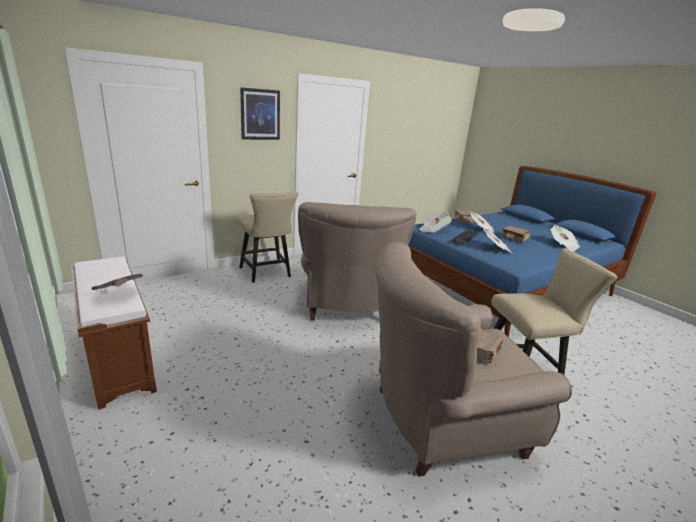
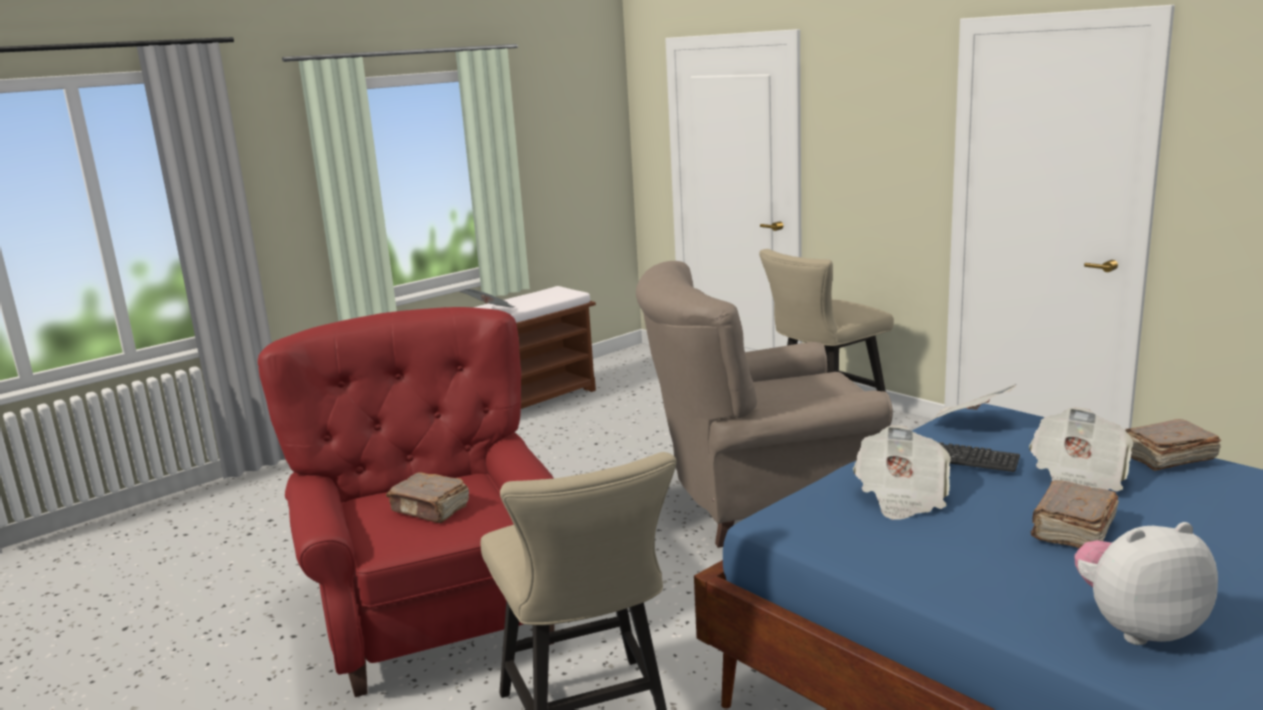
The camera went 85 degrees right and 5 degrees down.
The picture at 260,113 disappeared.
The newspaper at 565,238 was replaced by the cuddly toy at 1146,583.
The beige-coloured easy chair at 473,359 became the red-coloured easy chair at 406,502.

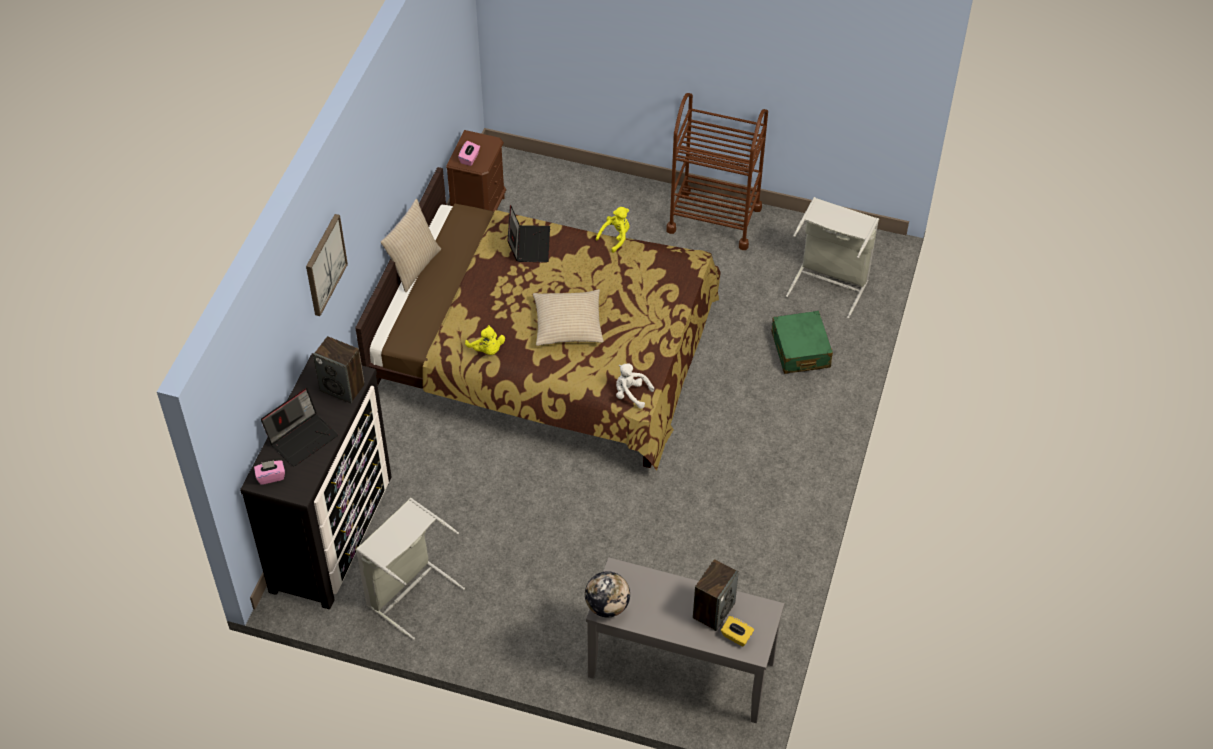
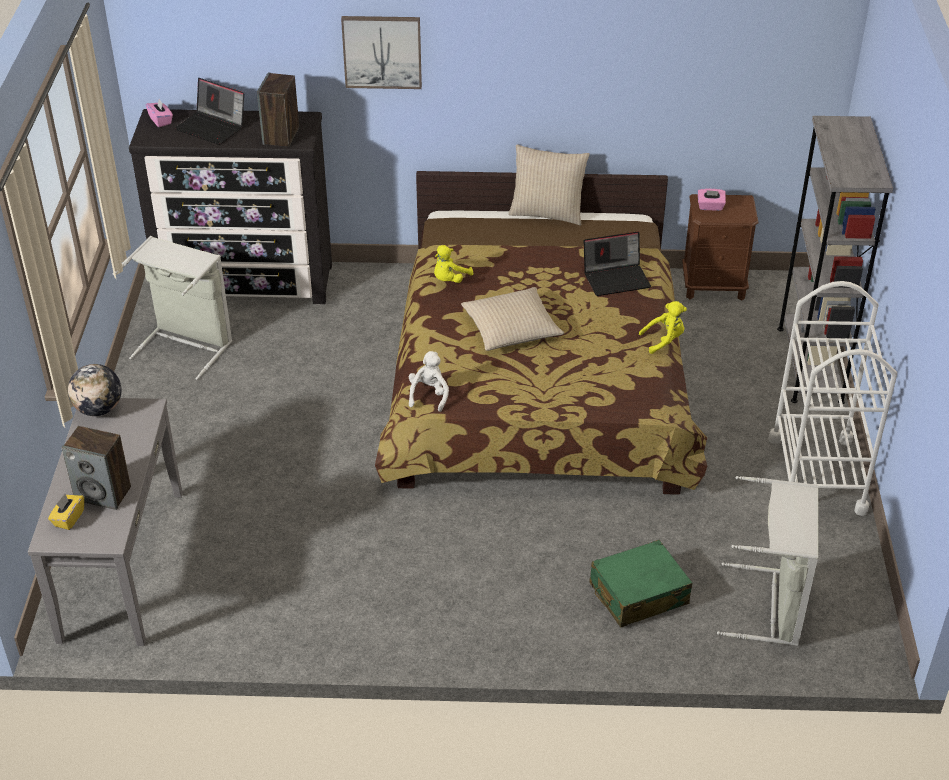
The camera went 75 degrees right and 10 degrees down.
The greyish bookcase at 835,260 appeared.
The brown cart at 717,171 became the whitish cart at 832,398.
The yellow-coloured cuddly toy at 613,230 turned 45 degrees counterclockwise.

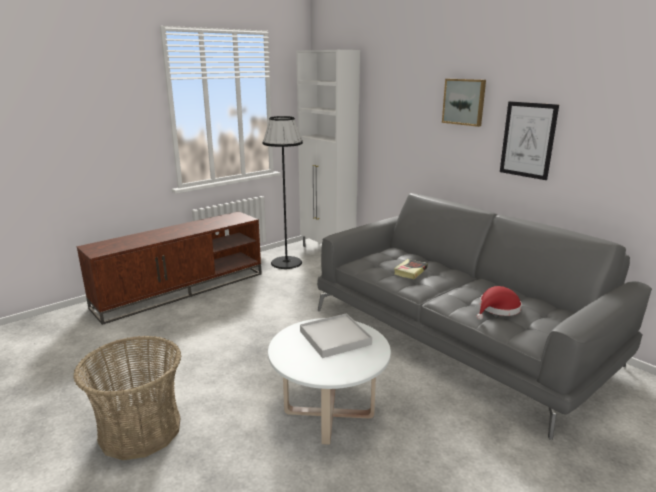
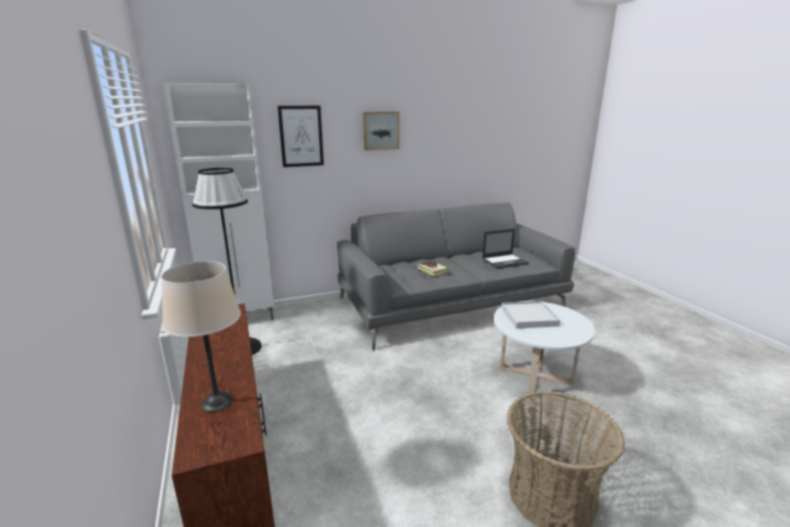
The camera went 70 degrees left and 0 degrees up.
The beige-coloured lamp for a table at 201,336 appeared.
The picture moved from 529,140 to 301,136.
The red-coloured hat at 499,303 was replaced by the notebook computer at 505,249.

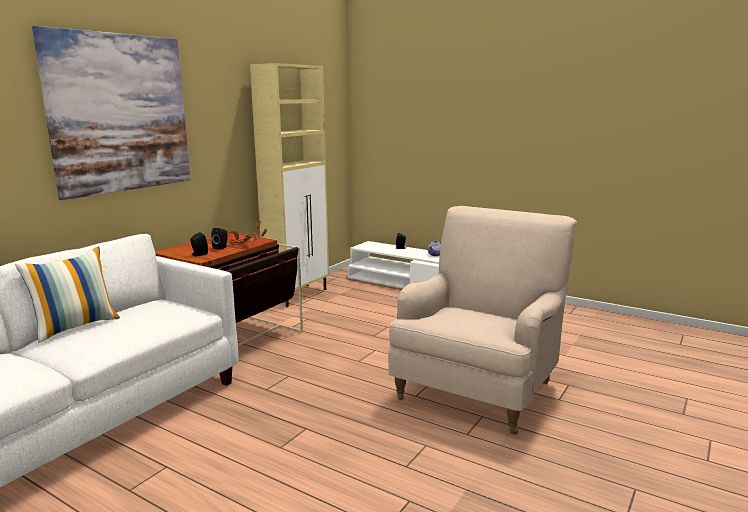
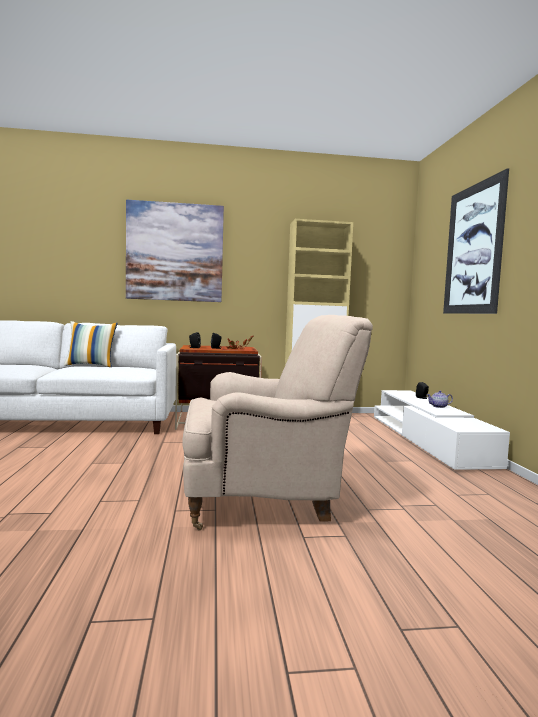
The camera went 50 degrees right and 10 degrees down.
The picture at 476,241 appeared.

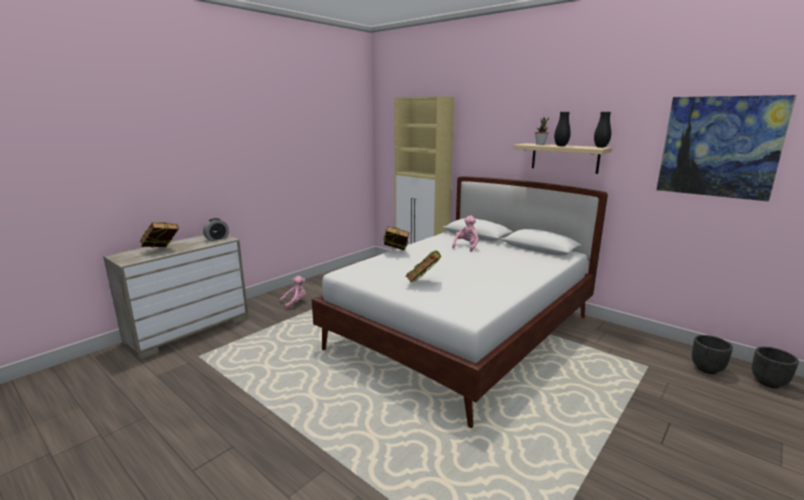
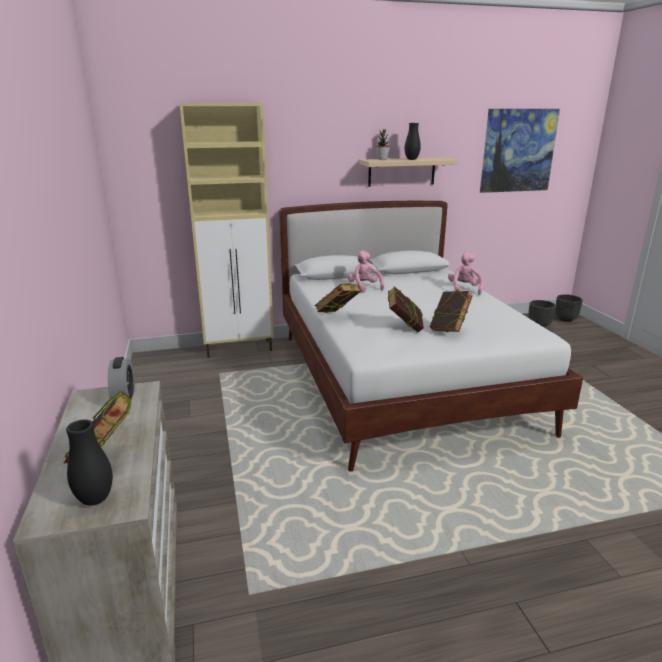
The camera went 55 degrees left and 5 degrees up.
The bound book at 406,309 appeared.
The pink cuddly toy moved from 293,292 to 466,273.
The blackish vase moved from 602,130 to 89,462.

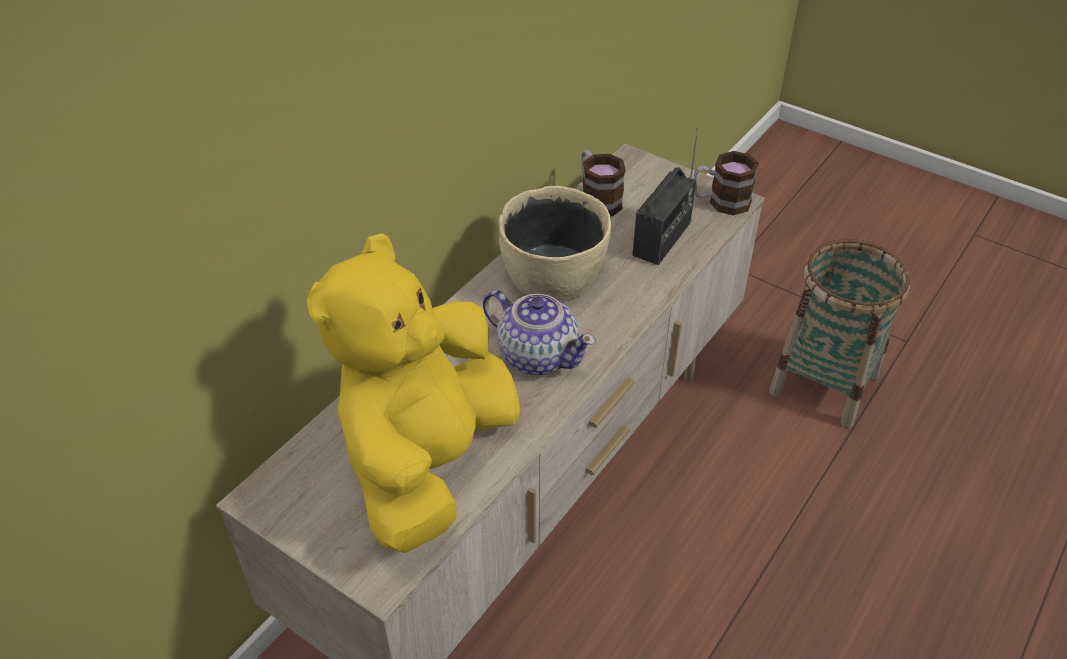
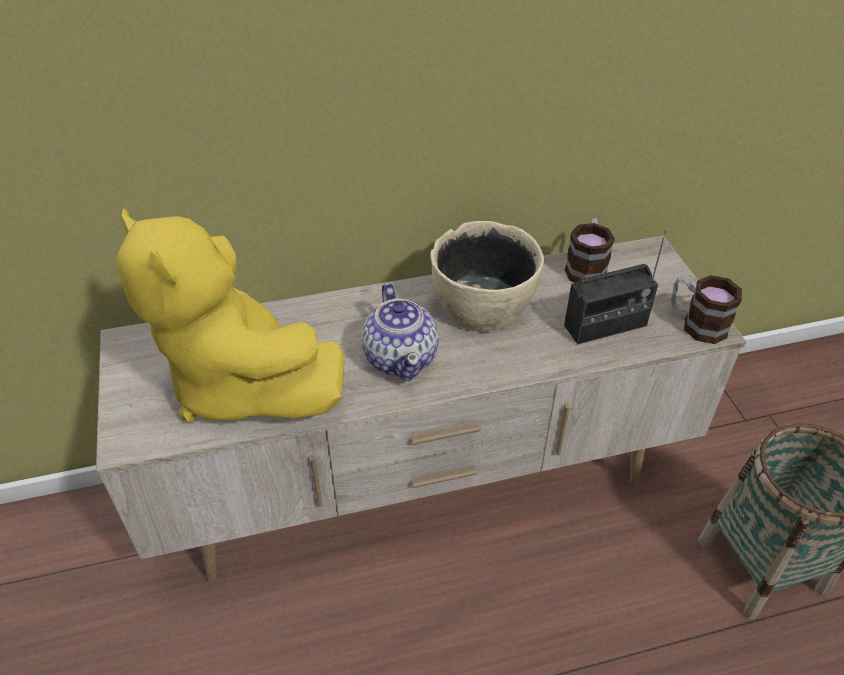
The camera went 40 degrees right and 0 degrees up.
The yellow-coloured cuddly toy at 414,393 turned 105 degrees counterclockwise.

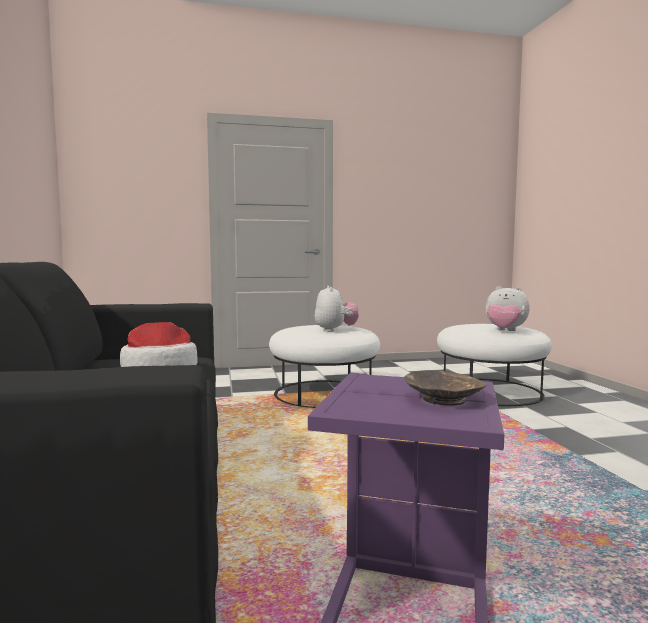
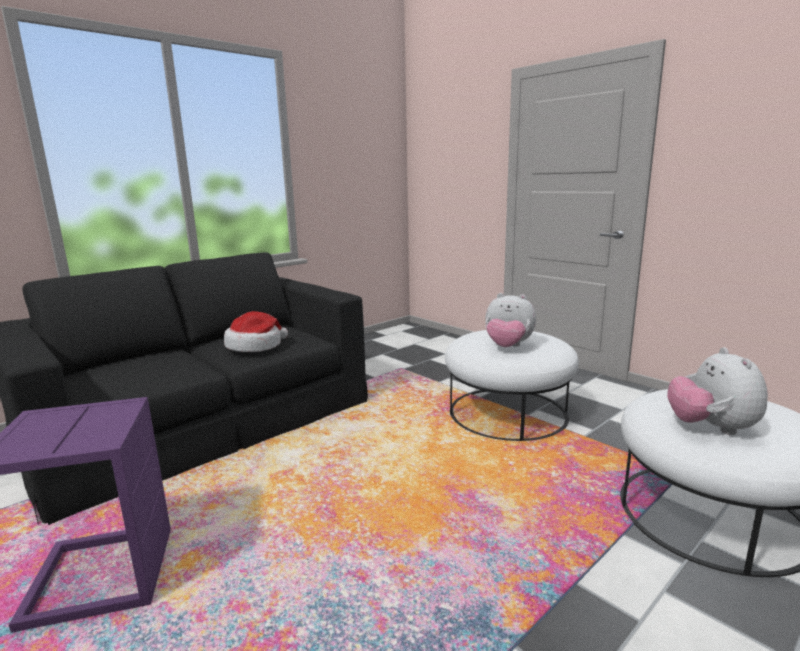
The camera went 60 degrees right and 10 degrees up.
The brown deep dish at 445,388 disappeared.
The cuddly toy at 337,309 turned 60 degrees clockwise.

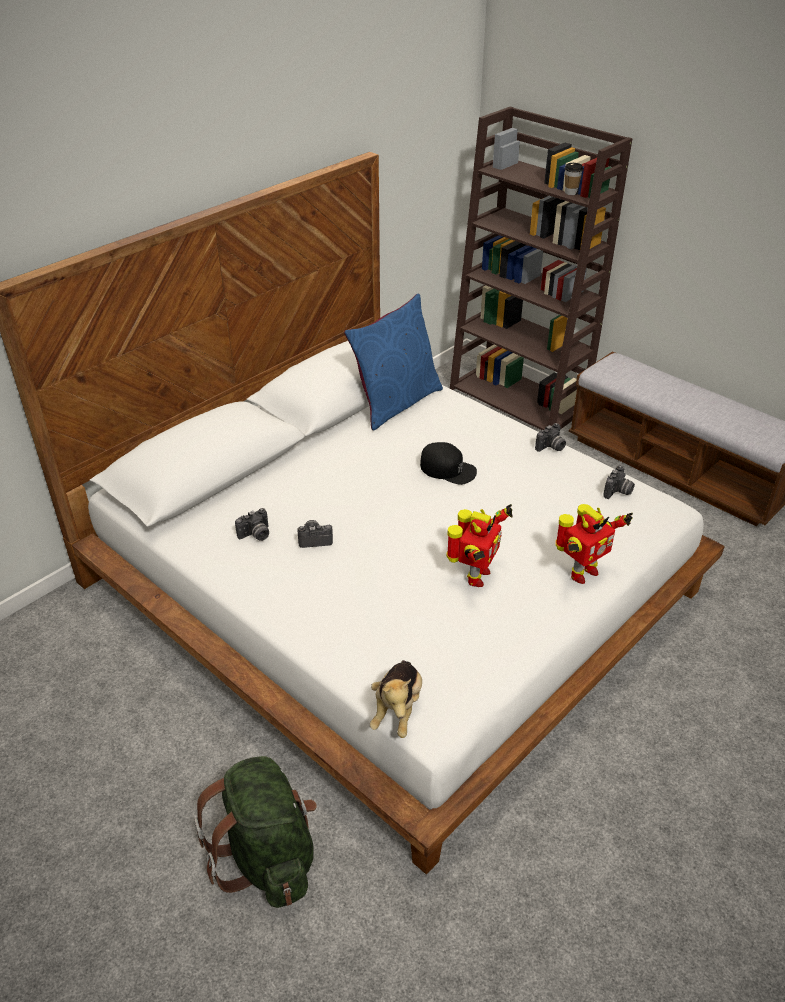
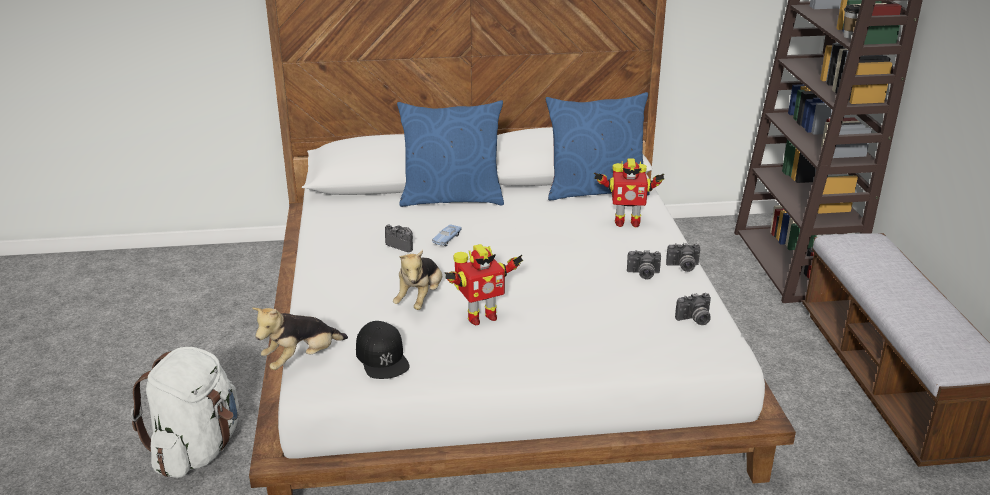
The camera went 40 degrees right and 10 degrees down.
The cuddly toy at 417,280 appeared.
The bluish cushion at 450,153 appeared.
The bluish miniature car at 447,235 appeared.
The still camera moved from 252,524 to 644,265.
The blackish cap moved from 448,463 to 383,350.
The robot figure moved from 594,544 to 629,192.
The green-coloured rucksack at 255,832 became the whitish rucksack at 185,412.

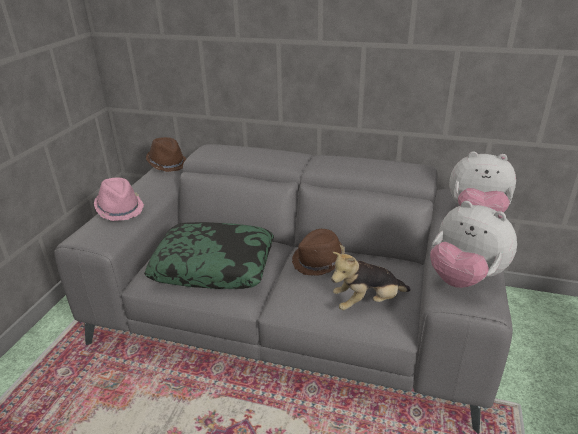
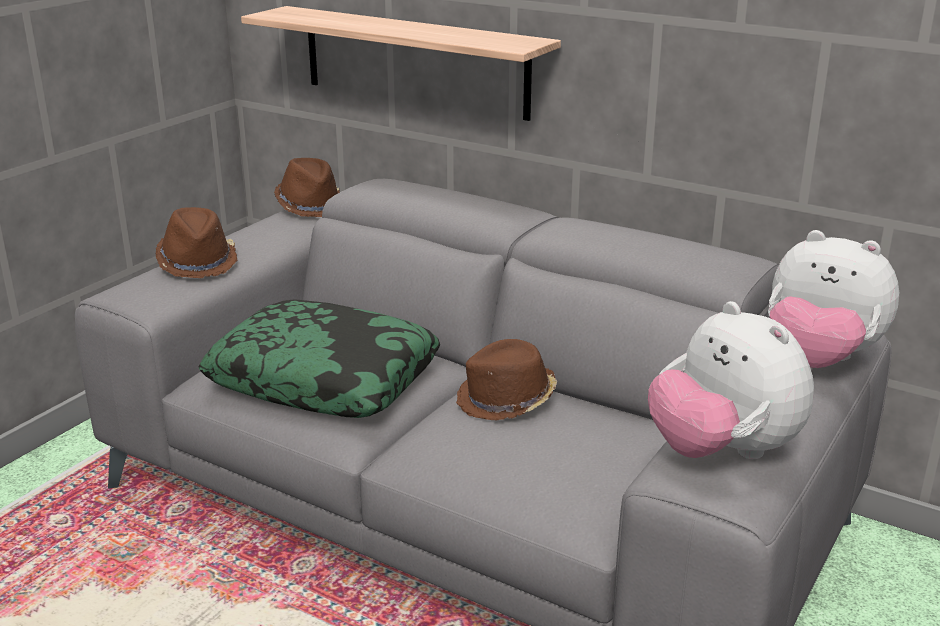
The camera went 15 degrees right and 5 degrees down.
The cuddly toy at 371,281 disappeared.
The shelf at 401,63 appeared.
The pink hat at 119,199 became the brown hat at 197,242.

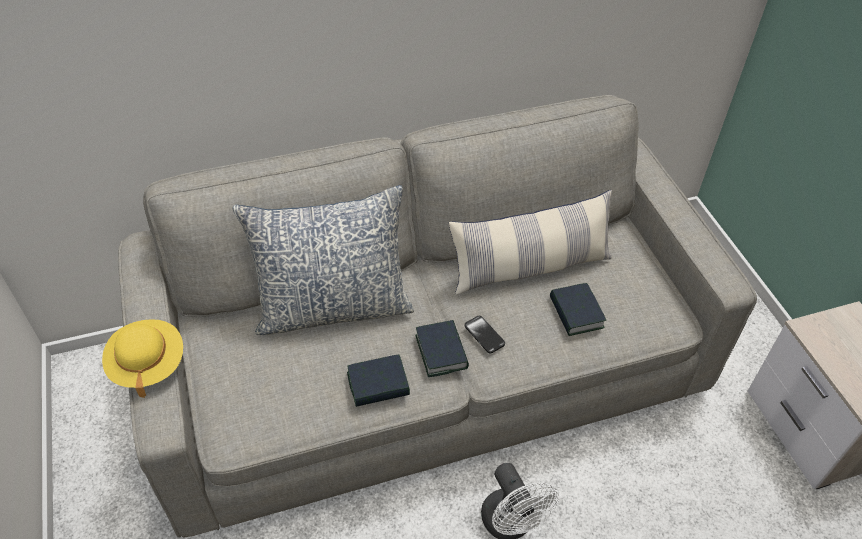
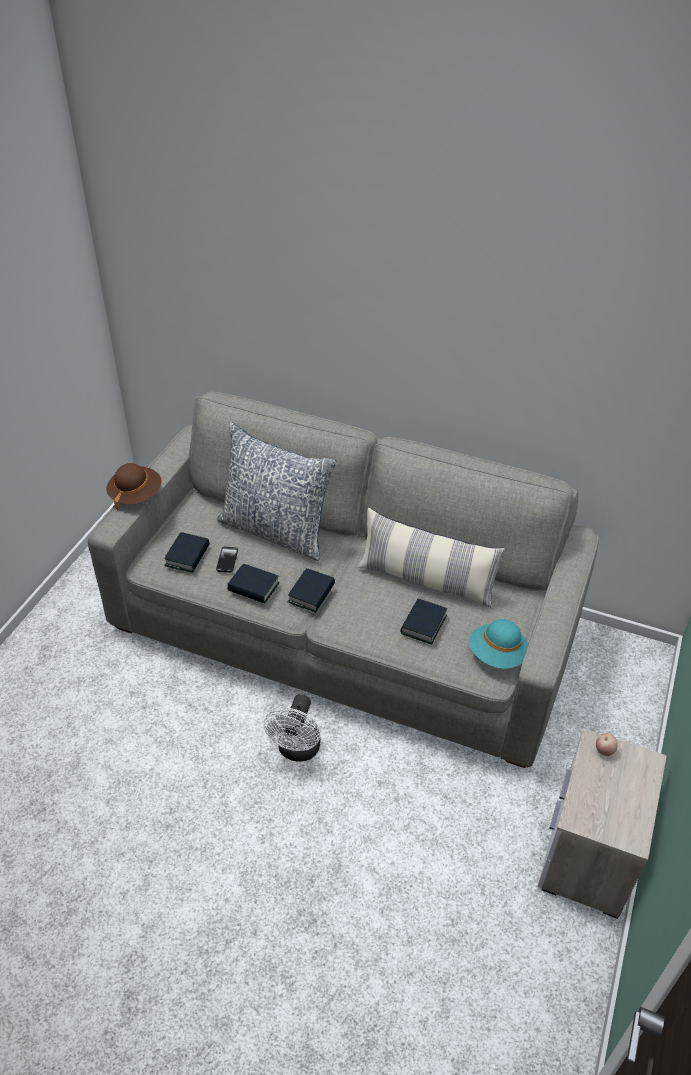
The camera went 40 degrees right and 5 degrees down.
The bound book at 187,552 appeared.
The turquoise hat at 498,644 appeared.
The apple at 607,744 appeared.
The phone moved from 485,335 to 227,560.
The yellow-coloured hat at 142,358 became the brown hat at 134,486.

